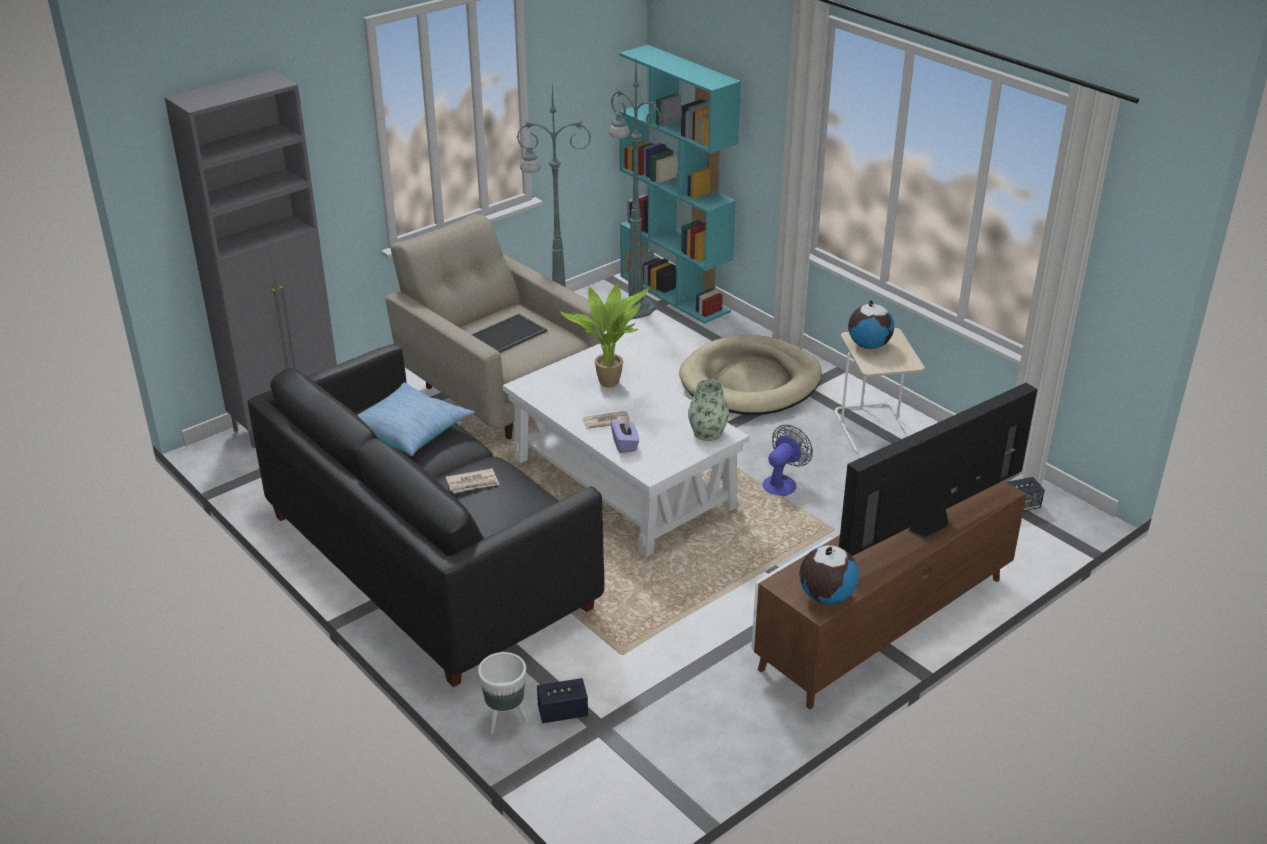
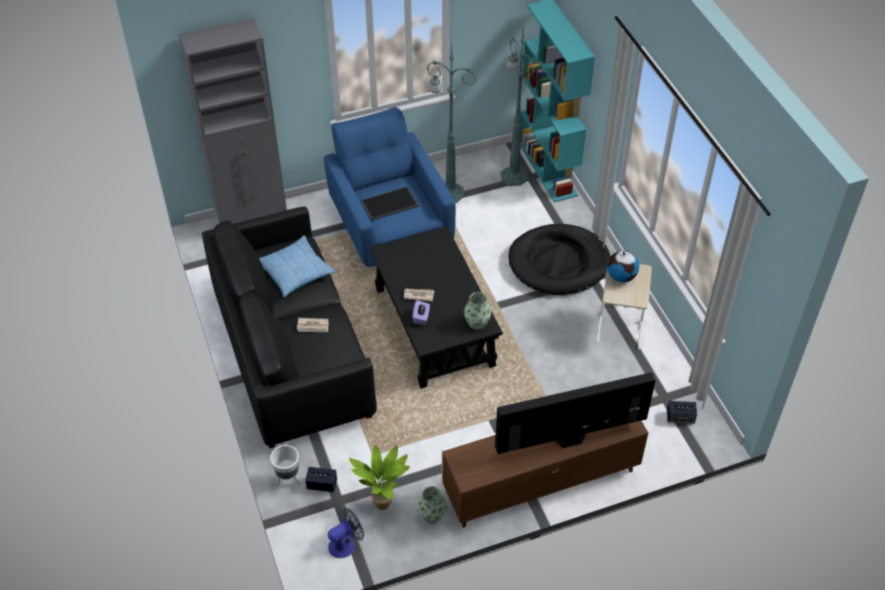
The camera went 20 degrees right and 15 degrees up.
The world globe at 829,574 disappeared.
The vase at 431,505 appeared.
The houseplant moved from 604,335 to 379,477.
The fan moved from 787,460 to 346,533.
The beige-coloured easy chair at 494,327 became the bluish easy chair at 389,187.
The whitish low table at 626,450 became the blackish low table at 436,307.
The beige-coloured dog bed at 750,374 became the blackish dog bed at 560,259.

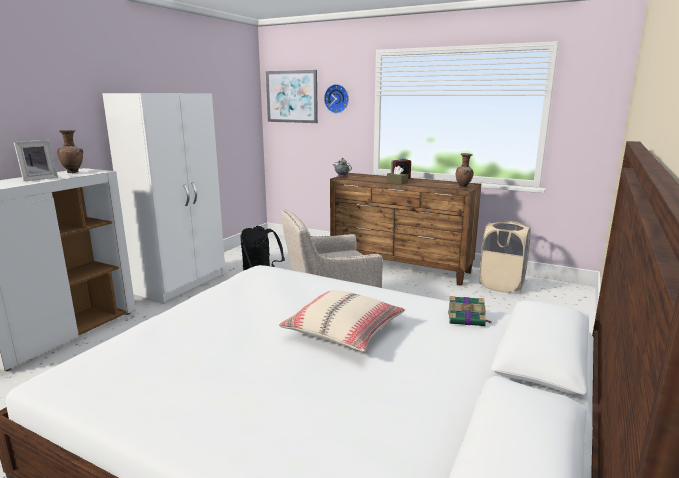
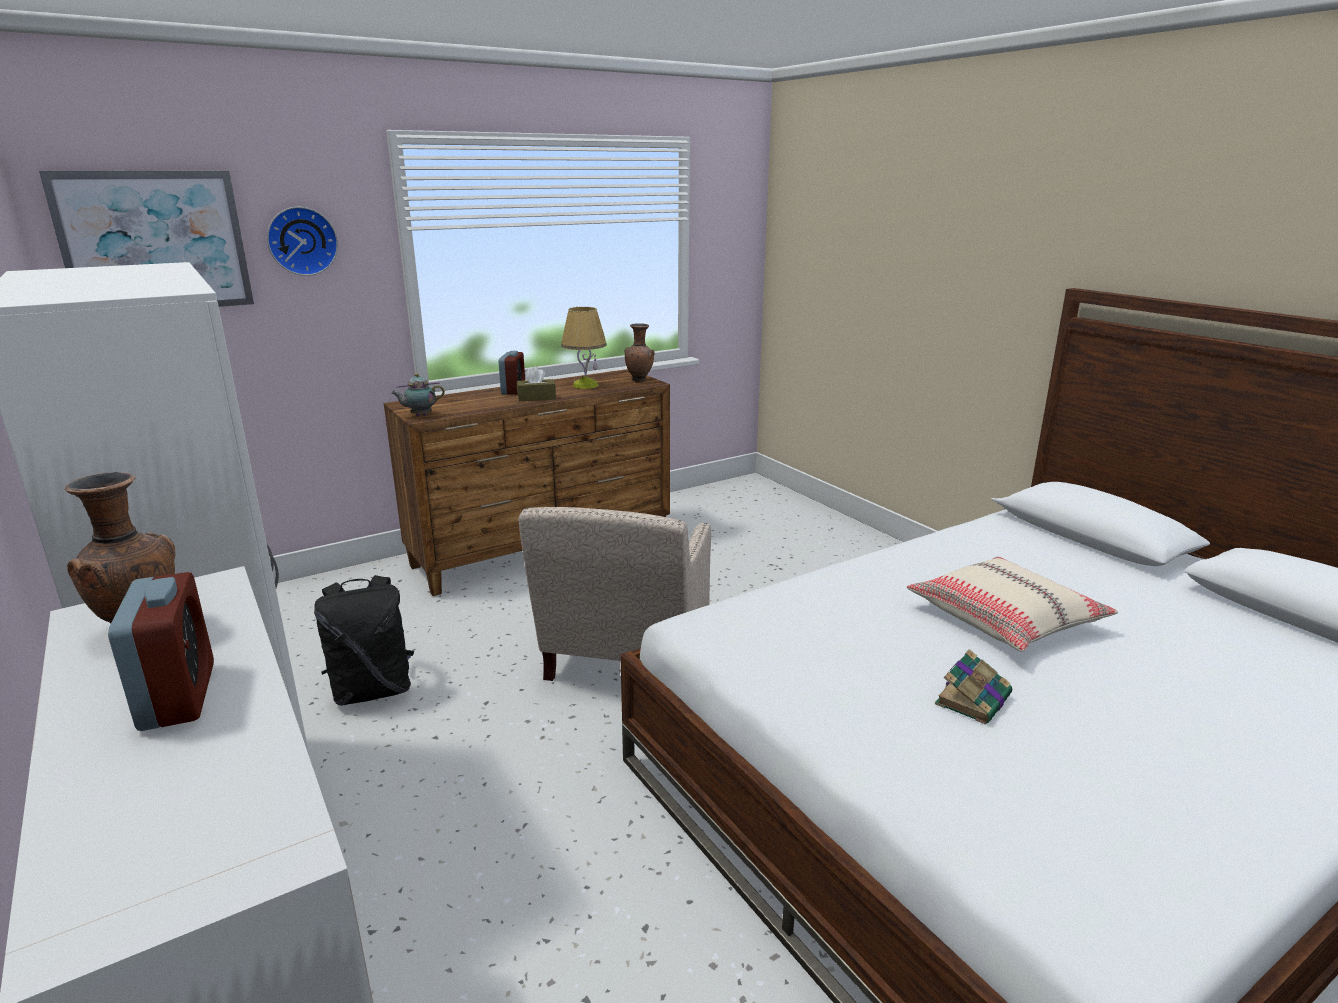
The camera went 60 degrees left and 5 degrees up.
The beige-coloured laundry basket at 505,257 disappeared.
The lamp for a table at 584,348 appeared.
The bound book moved from 469,311 to 973,686.
The photo frame at 36,161 was replaced by the table clock at 161,651.

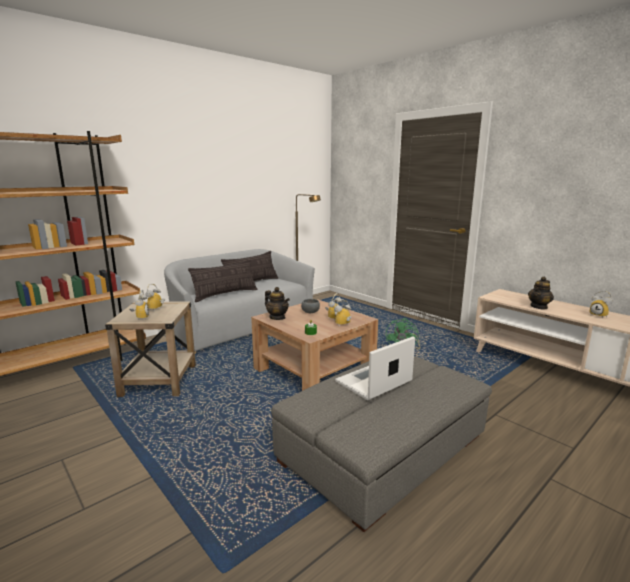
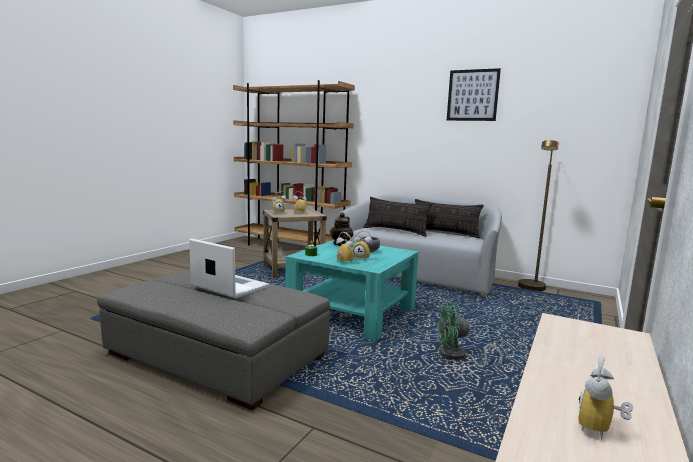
The camera went 70 degrees right and 5 degrees down.
The tea pot at 541,293 disappeared.
The picture at 474,94 appeared.
The brown low table at 314,345 became the turquoise low table at 352,291.

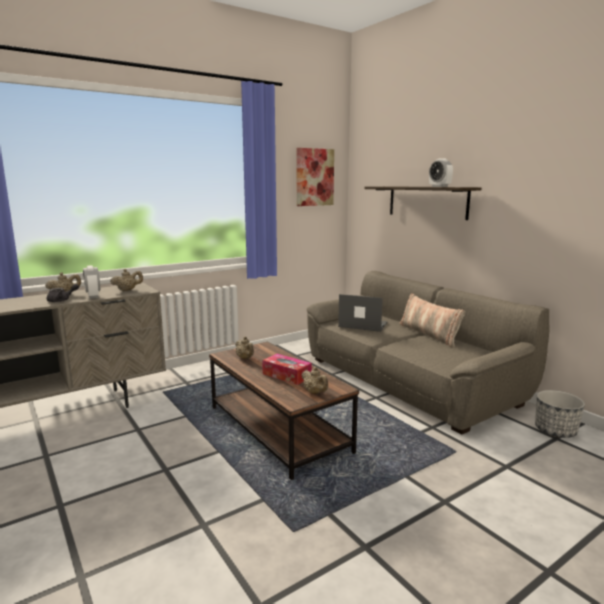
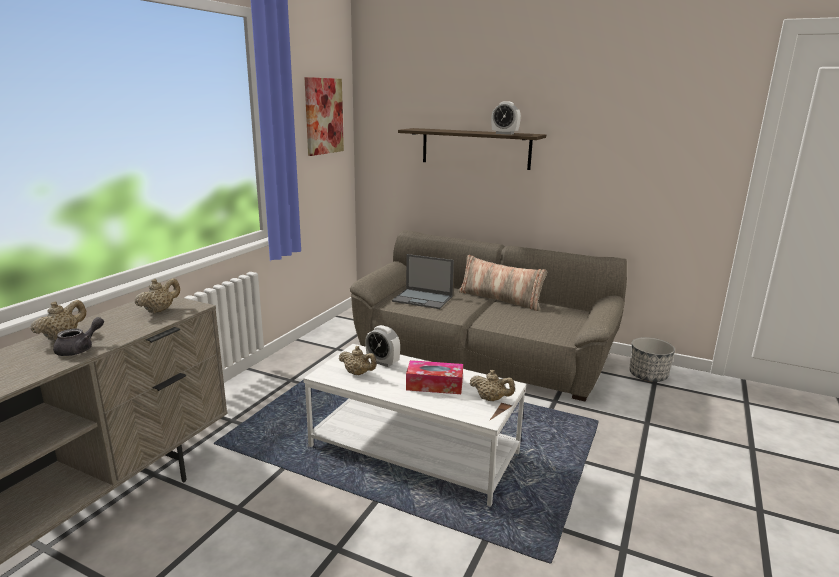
The camera went 30 degrees left and 5 degrees up.
The table clock moved from 91,282 to 382,346.
The brown low table at 284,411 became the whitish low table at 415,425.
The notebook computer at 363,313 turned 150 degrees counterclockwise.

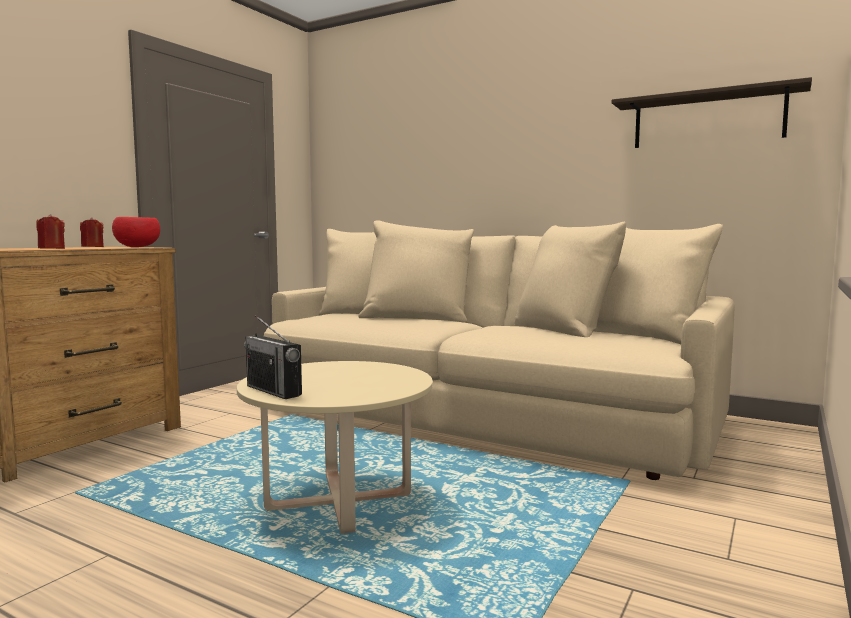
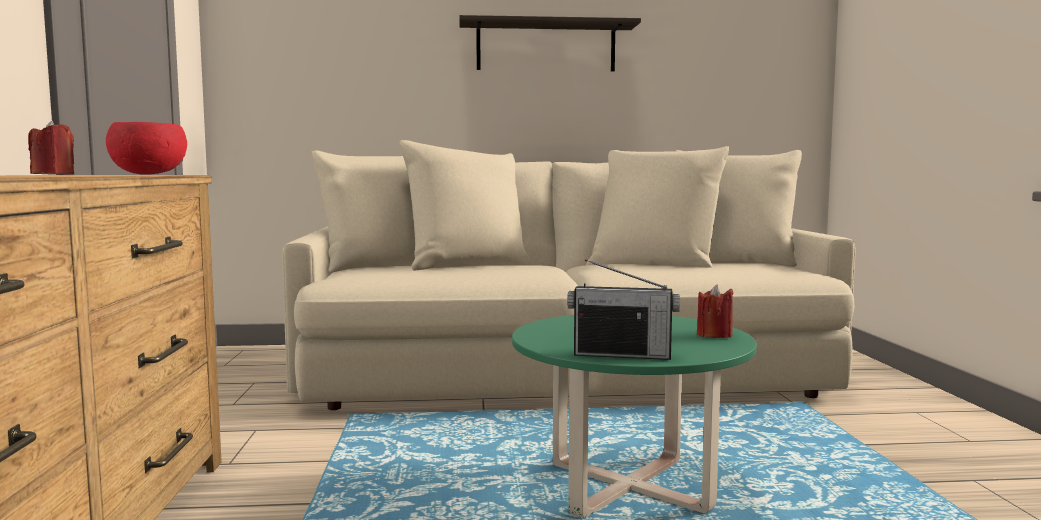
The camera went 35 degrees left and 0 degrees up.
The red-coloured wax light moved from 50,231 to 715,311.
The shelf moved from 712,112 to 550,43.
The beige-coloured low table at 335,447 became the green-coloured low table at 634,416.

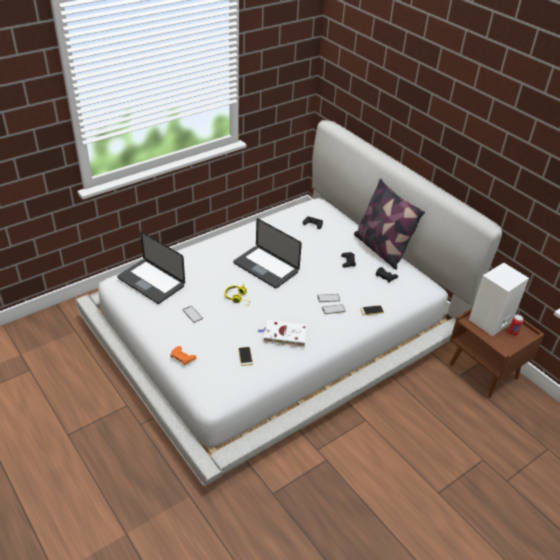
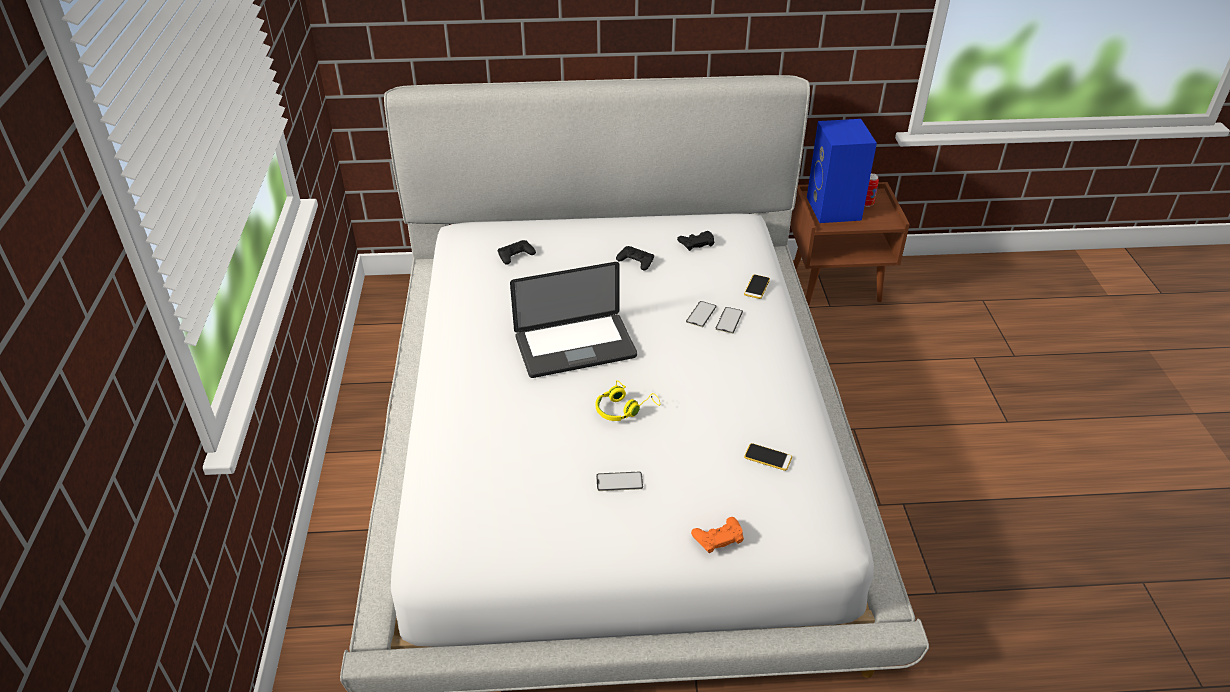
The camera went 55 degrees left and 0 degrees up.
The notebook computer at 151,267 disappeared.
The whitish bound book at 283,334 disappeared.
The cushion at 389,224 disappeared.
The whitish audio speaker at 499,299 became the bluish audio speaker at 842,171.

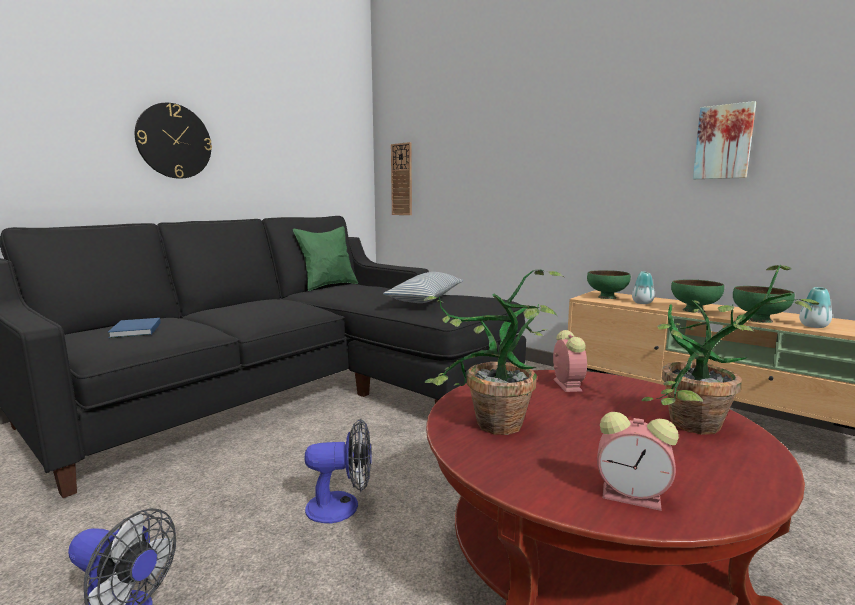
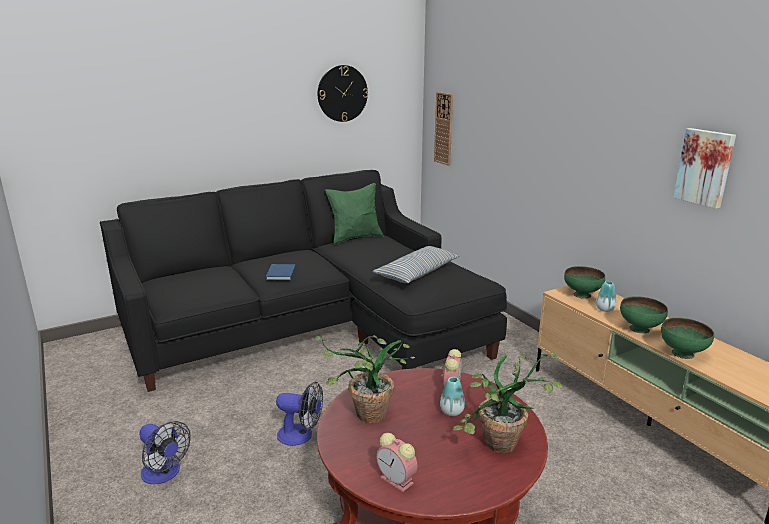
The camera went 20 degrees right and 10 degrees up.
The bluish bound book moved from 134,328 to 281,272.
The wall clock moved from 173,141 to 343,93.
The vase moved from 815,307 to 452,396.

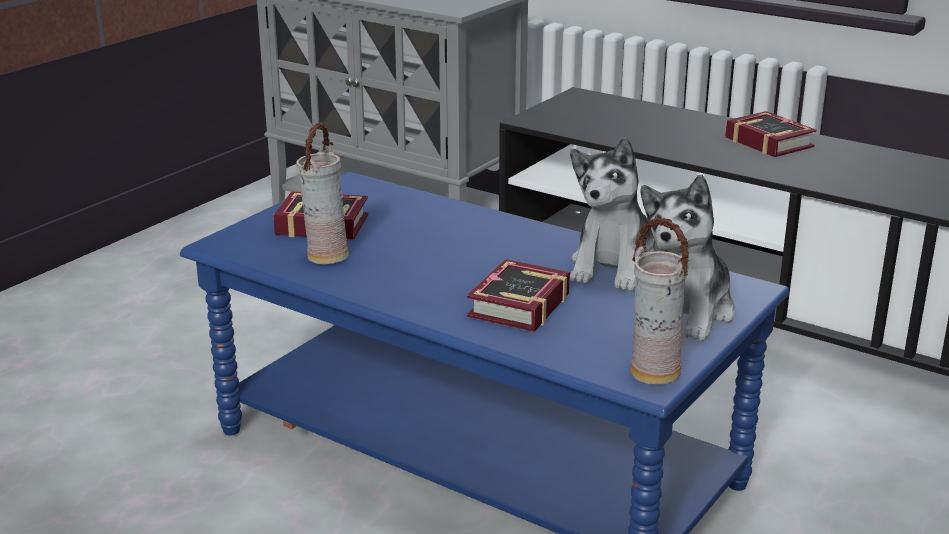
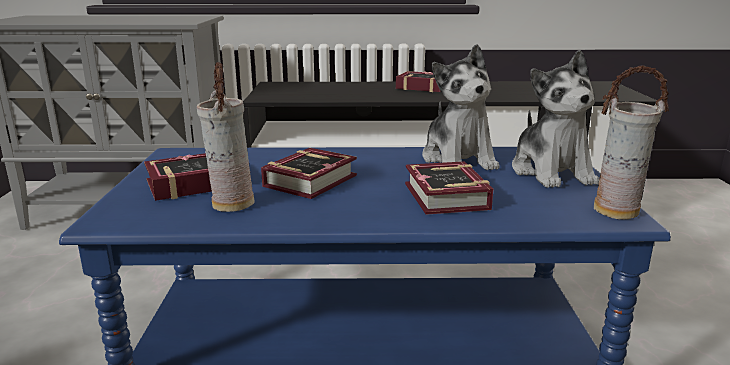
The camera went 35 degrees left and 5 degrees down.
The bound book at 309,173 appeared.

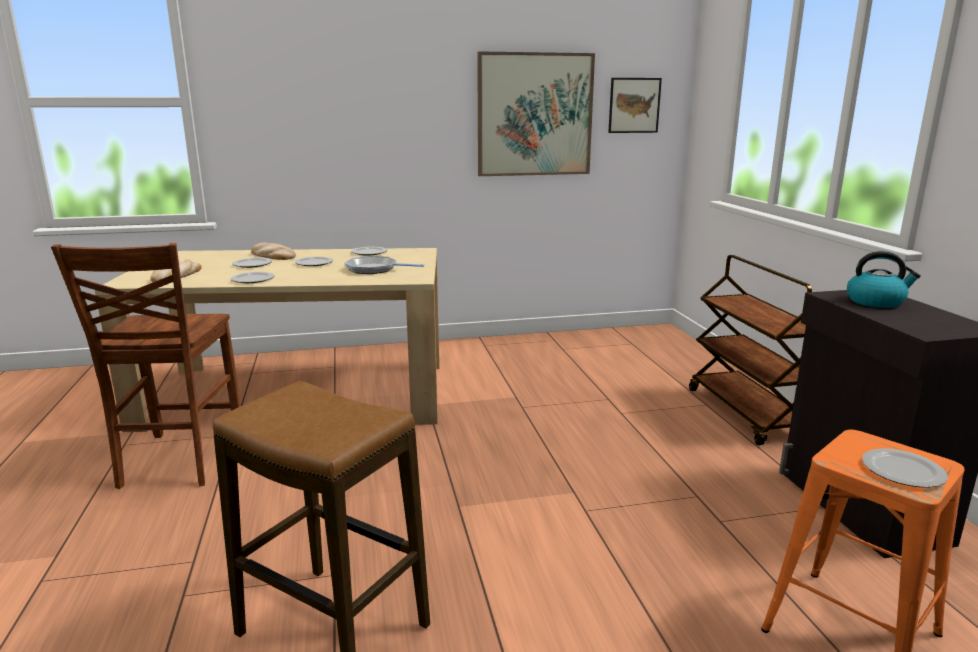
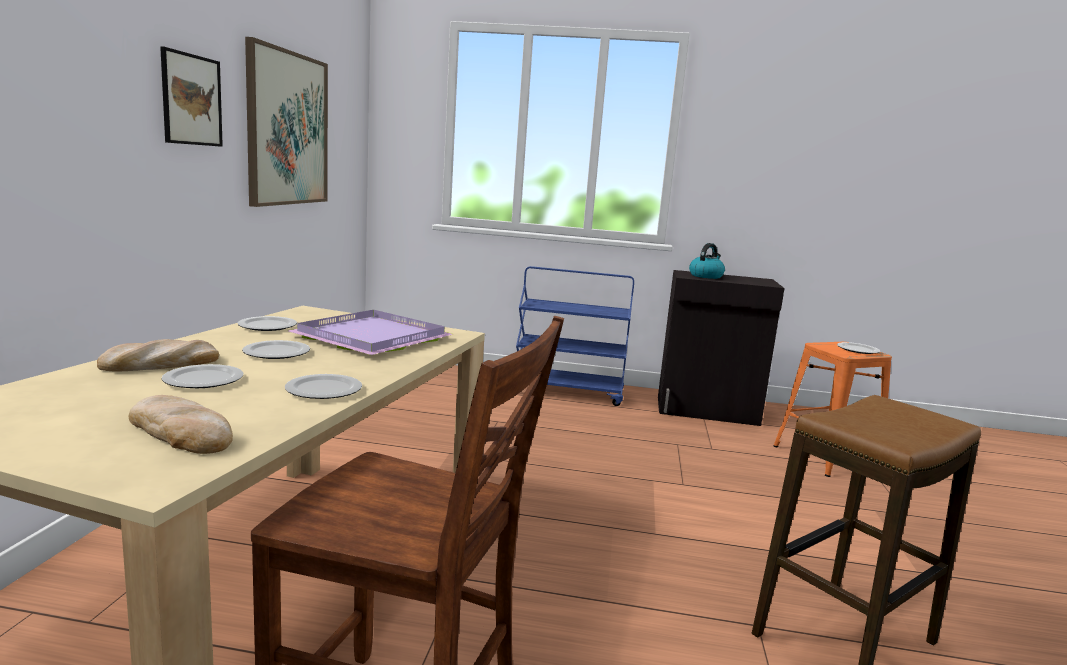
The camera went 70 degrees left and 5 degrees down.
The picture moved from 635,105 to 191,96.
The skillet at 384,265 was replaced by the purple-coloured carrying tray at 370,332.
The brown cart at 750,350 became the bluish cart at 575,336.

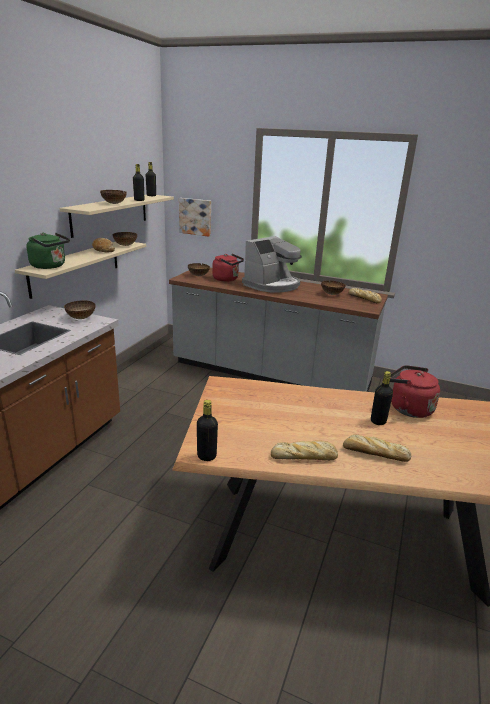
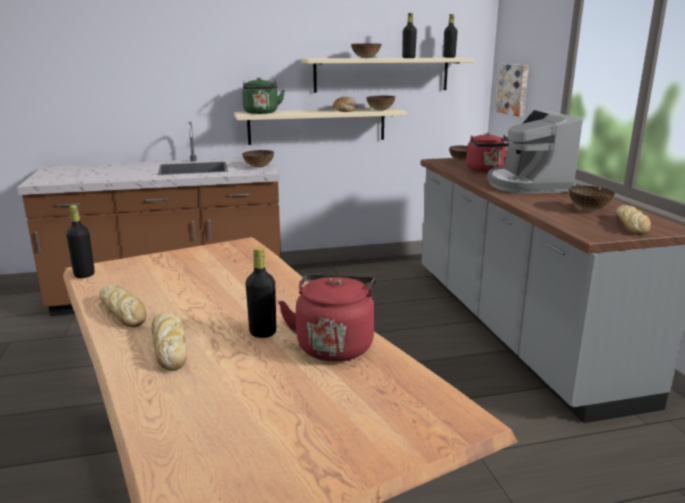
The camera went 55 degrees right and 5 degrees down.
The coffee brewer at 272,264 turned 75 degrees clockwise.

